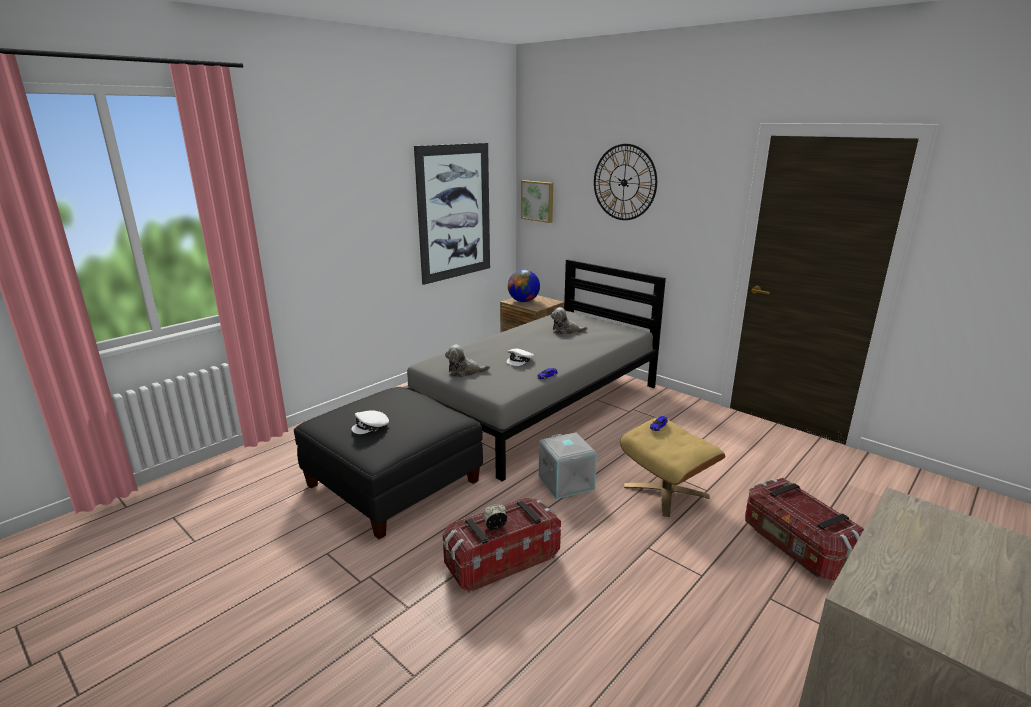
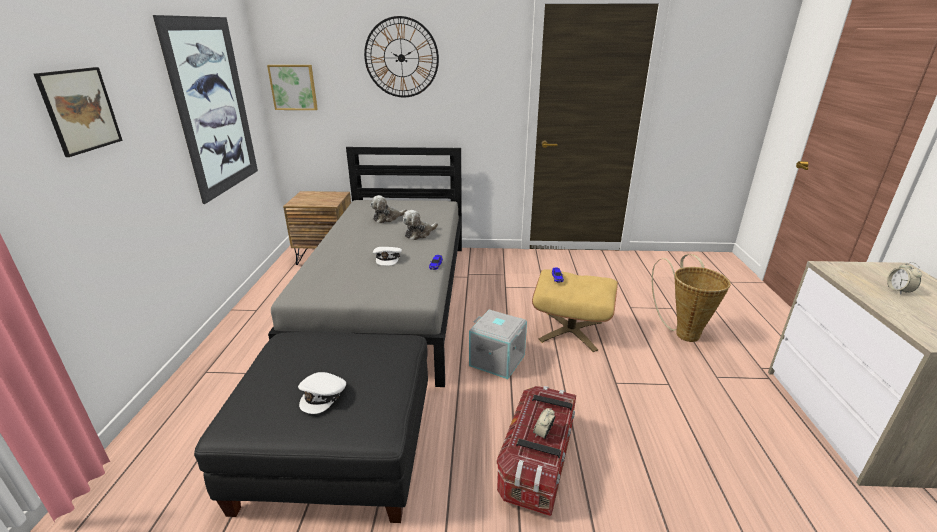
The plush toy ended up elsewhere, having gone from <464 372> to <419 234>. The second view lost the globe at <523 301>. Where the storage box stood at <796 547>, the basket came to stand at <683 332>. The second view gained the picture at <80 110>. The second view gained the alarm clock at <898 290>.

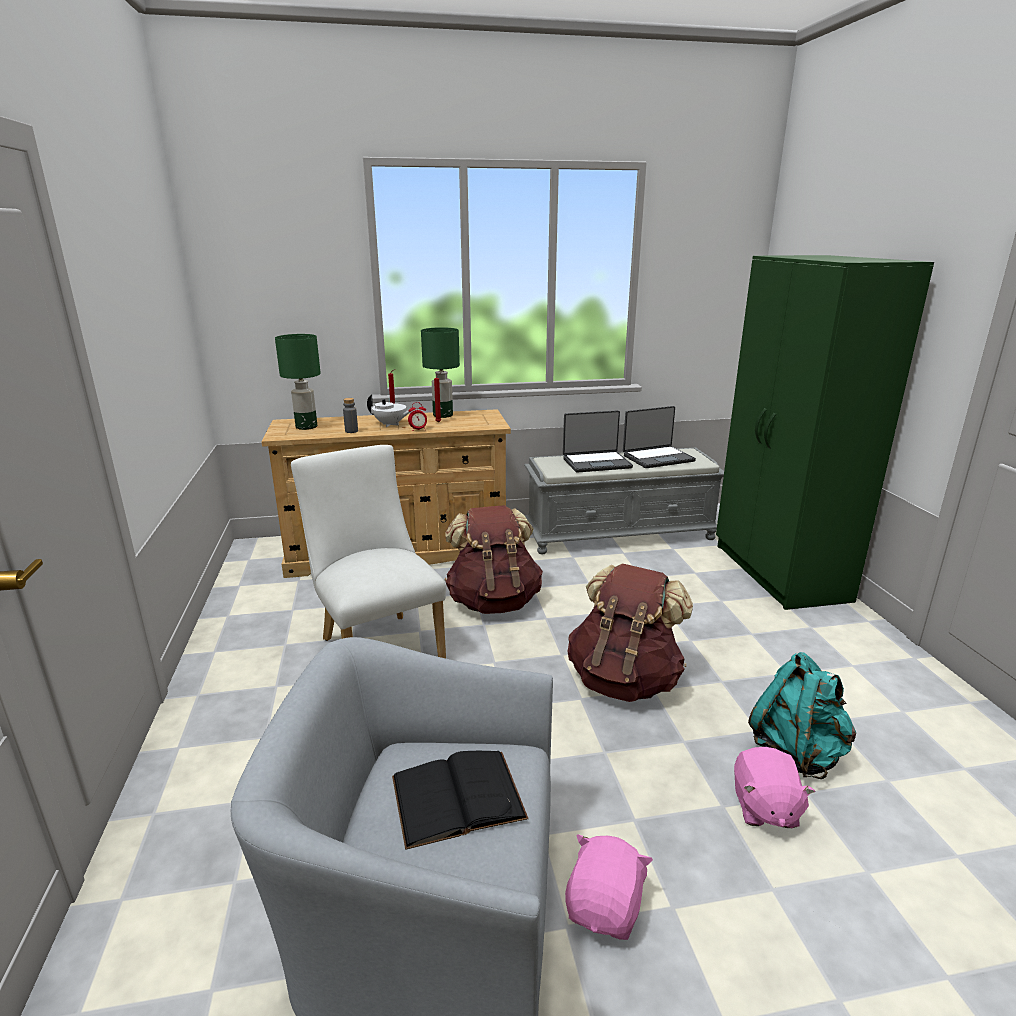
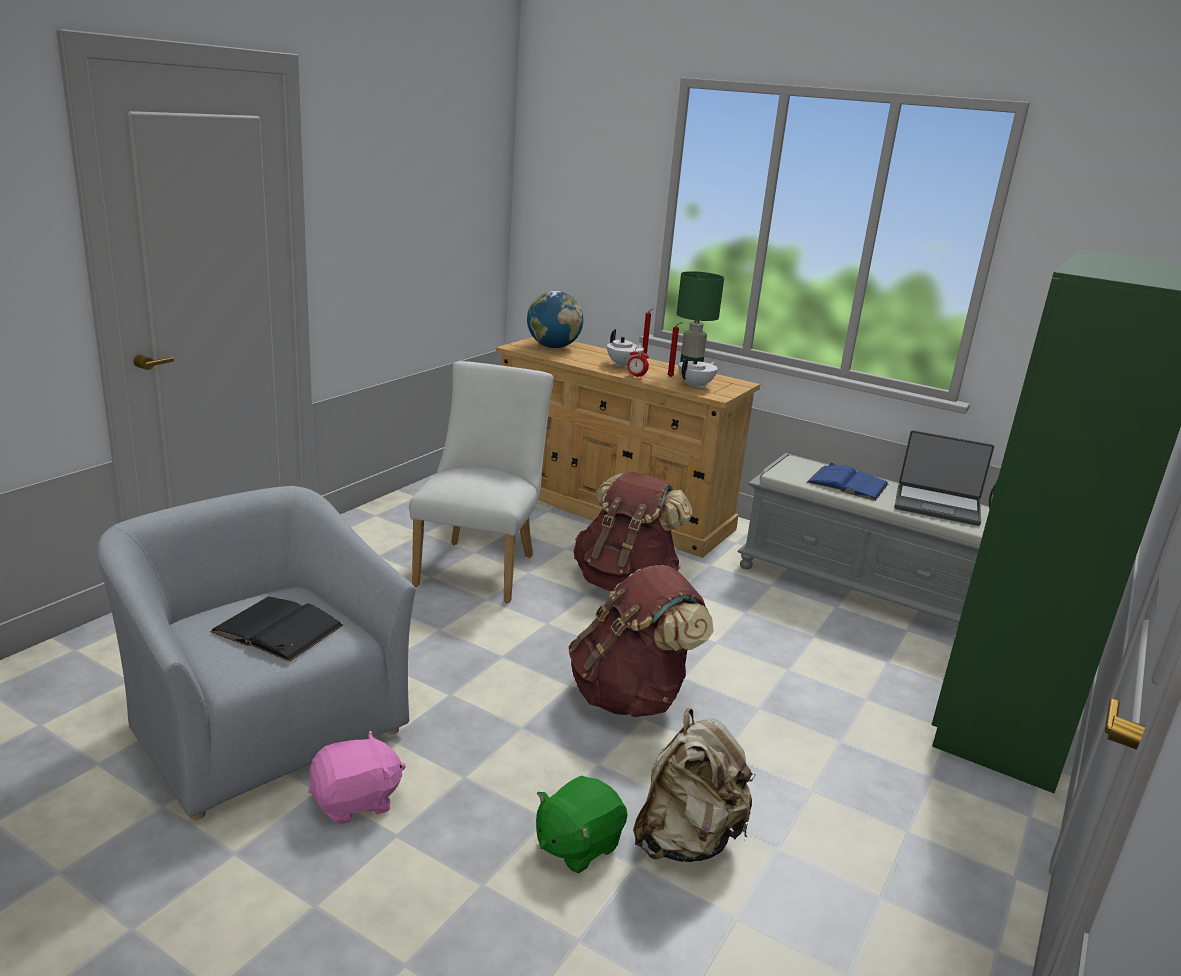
Where the table lamp/green stood at <307 427>, the globe came to stand at <553 347>. The second view lost the bottle/grey at <351 431>. Where the laptop stood at <596 463>, the book/blue came to stand at <847 483>. What was the plush toy/pink at <764 807> turned into the plush toy/green at <577 844>. What was the backpack/turquoise at <797 752> turned into the backpack/beige at <687 839>. The second view gained the teapot/white at <696 386>.

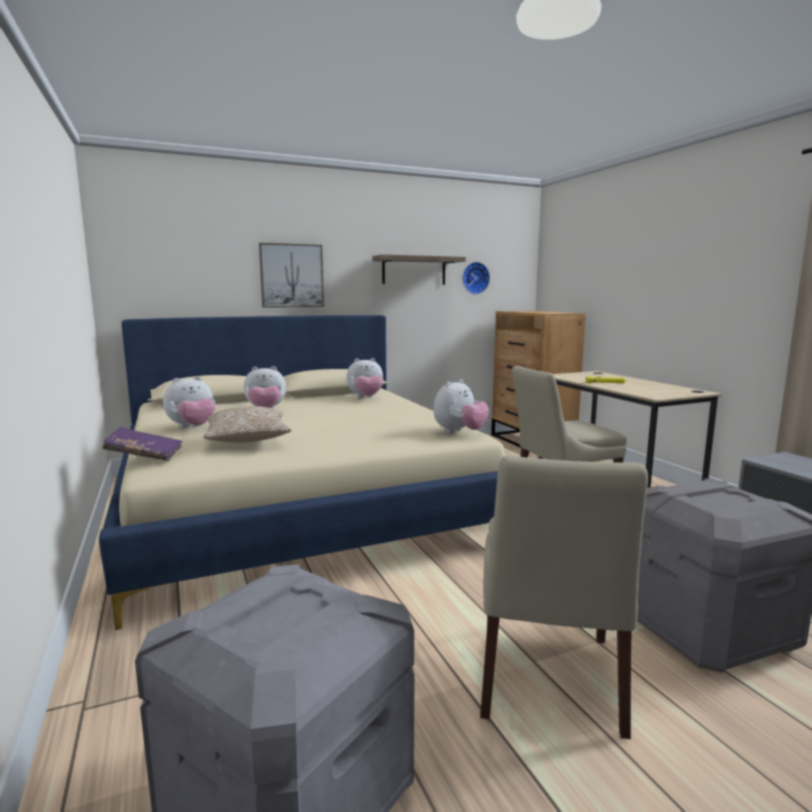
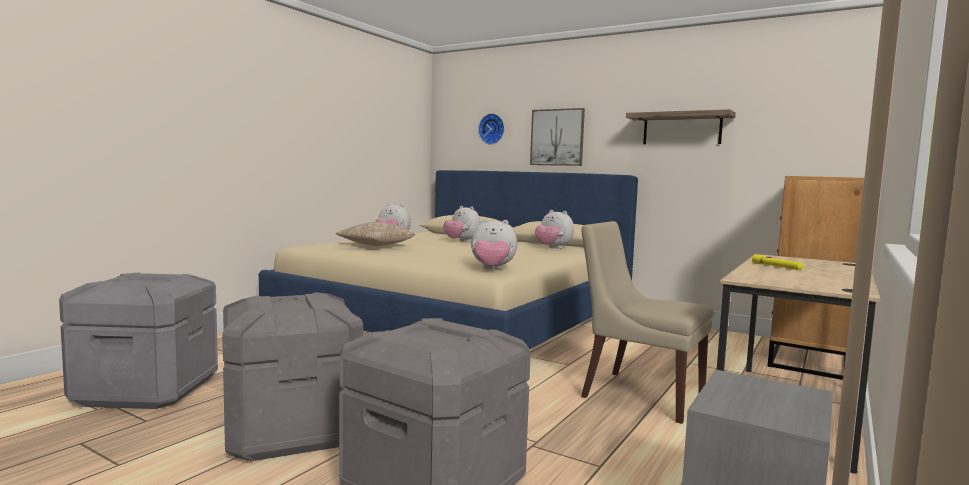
The second view lost the book/purple at <144 455>. The wall clock ended up elsewhere, having gone from <474 278> to <492 129>. Where the chair/beige stood at <548 680>, the storage box/grey came to stand at <291 430>.

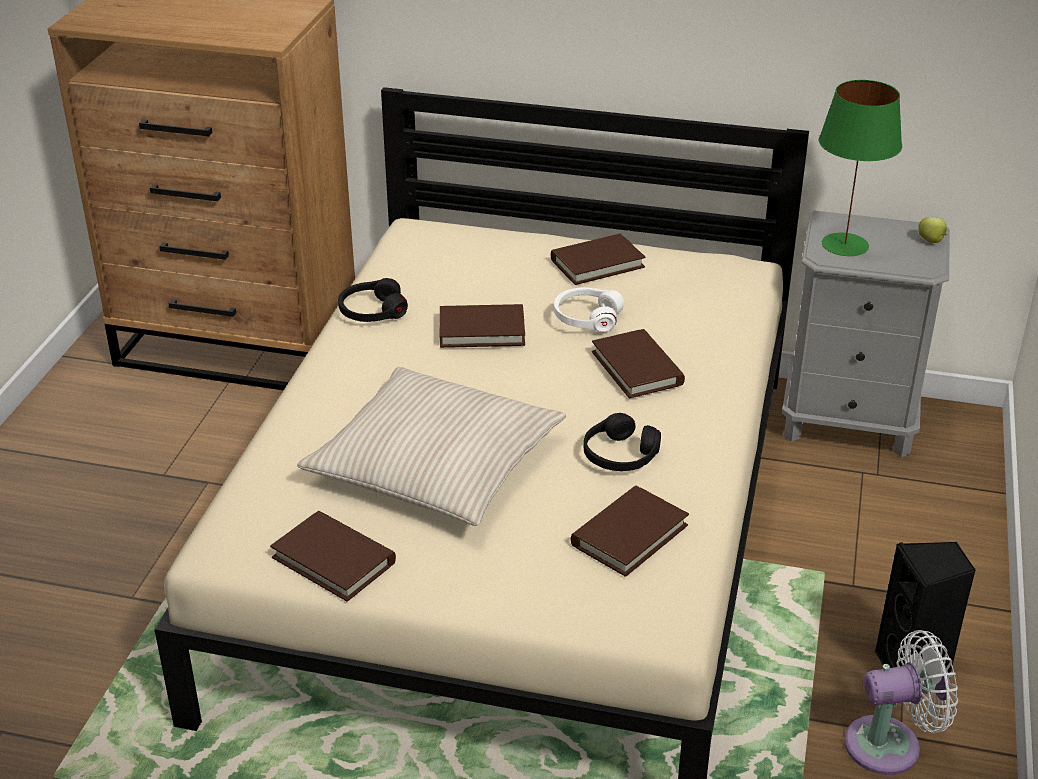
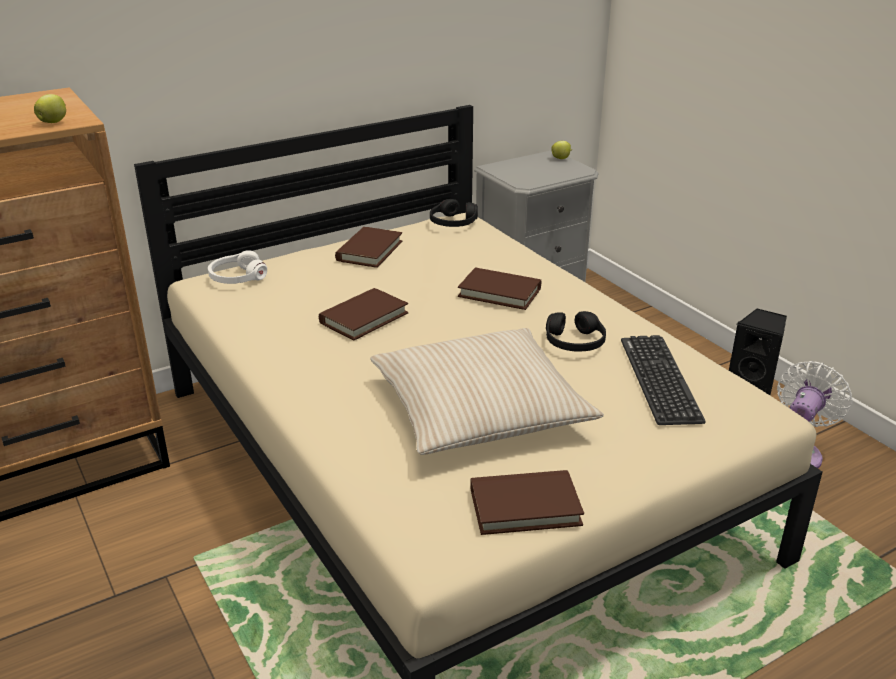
The headphones/black ended up elsewhere, having gone from <372 311> to <453 222>. The headphones/white ended up elsewhere, having gone from <587 318> to <237 277>. Where the book/brown stood at <629 535>, the keyboard came to stand at <660 380>. The second view lost the table lamp/green at <846 244>. The second view gained the apple at <54 122>.

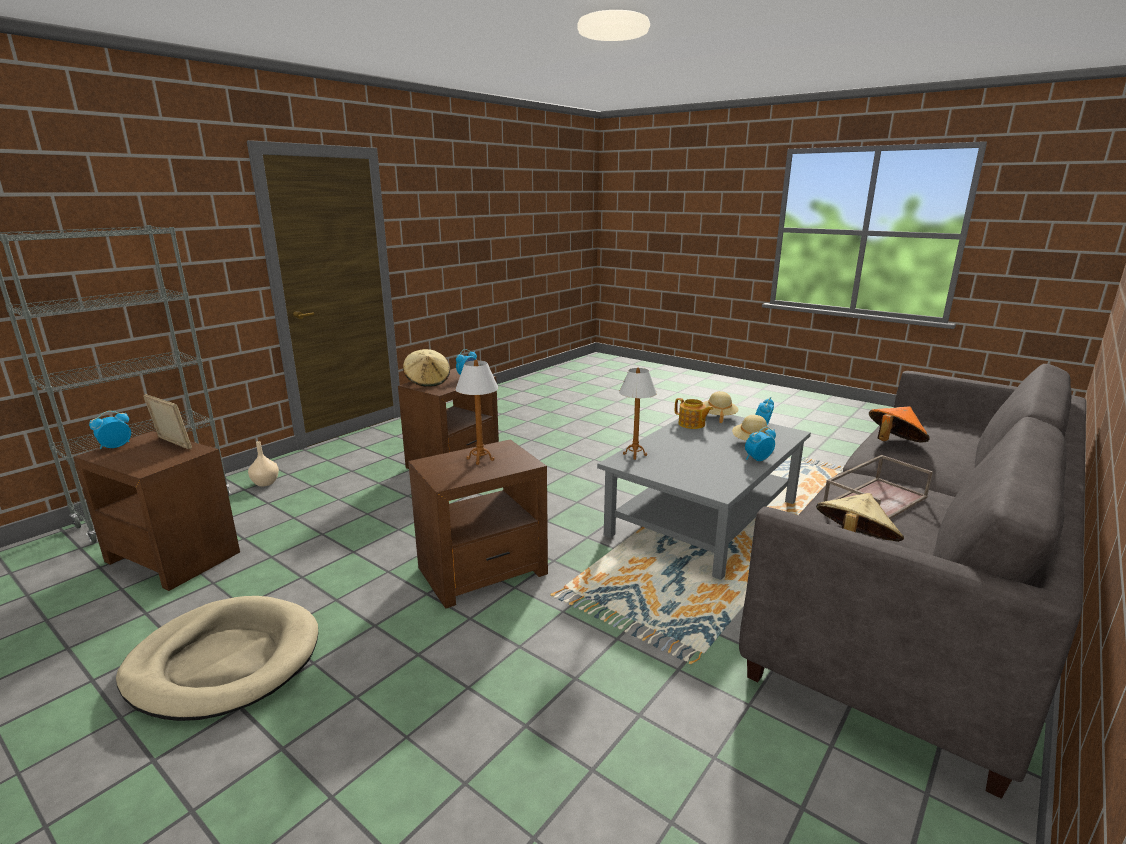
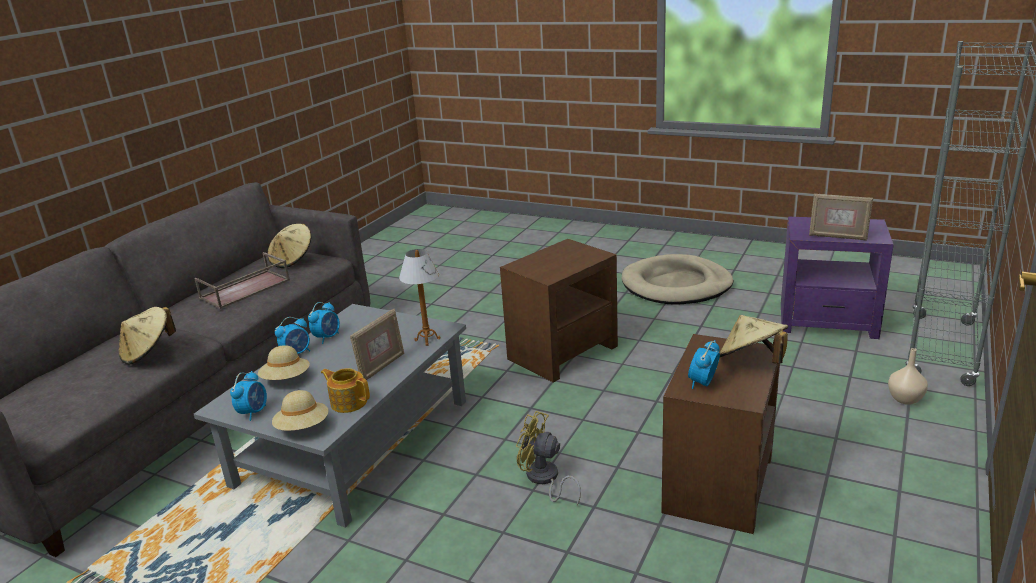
What was the side table/brown at <173 556> turned into the side table/purple at <828 321>. The alarm clock ended up elsewhere, having gone from <115 446> to <327 337>. The second view lost the table lamp at <480 459>. What was the hat/orange at <894 443> turned into the hat/beige at <148 352>. The second view gained the picture frame at <381 367>. The second view gained the fan/yellow at <544 479>.

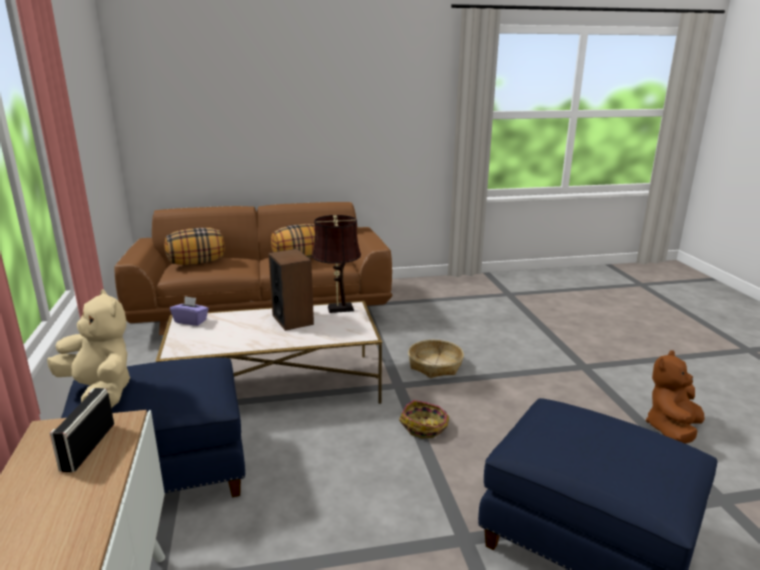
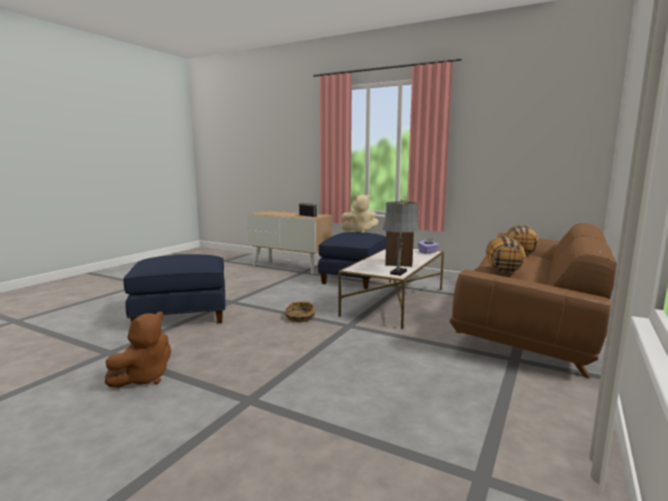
What was the table lamp/brown at <337 309> turned into the table lamp/grey at <399 272>. The second view lost the basket at <435 365>. The plush toy/brown at <672 430> ended up facing another way, 45 degrees clockwise from before.

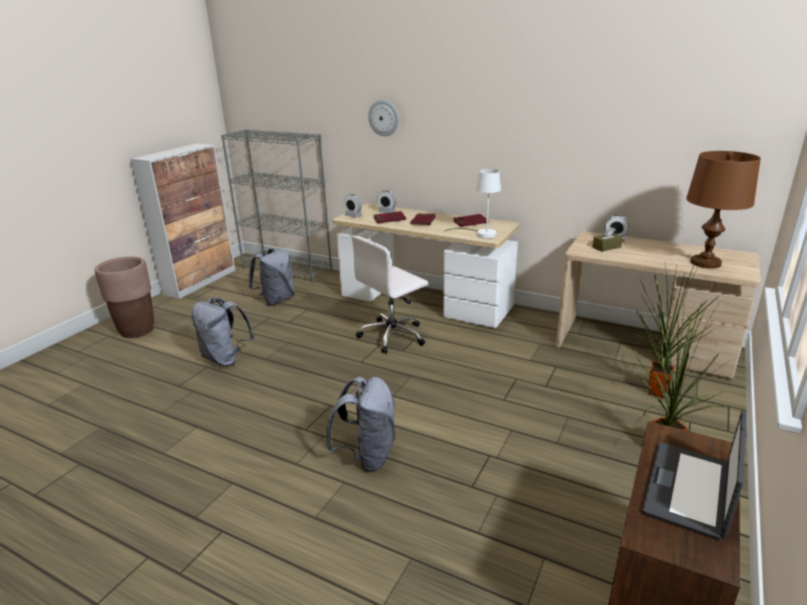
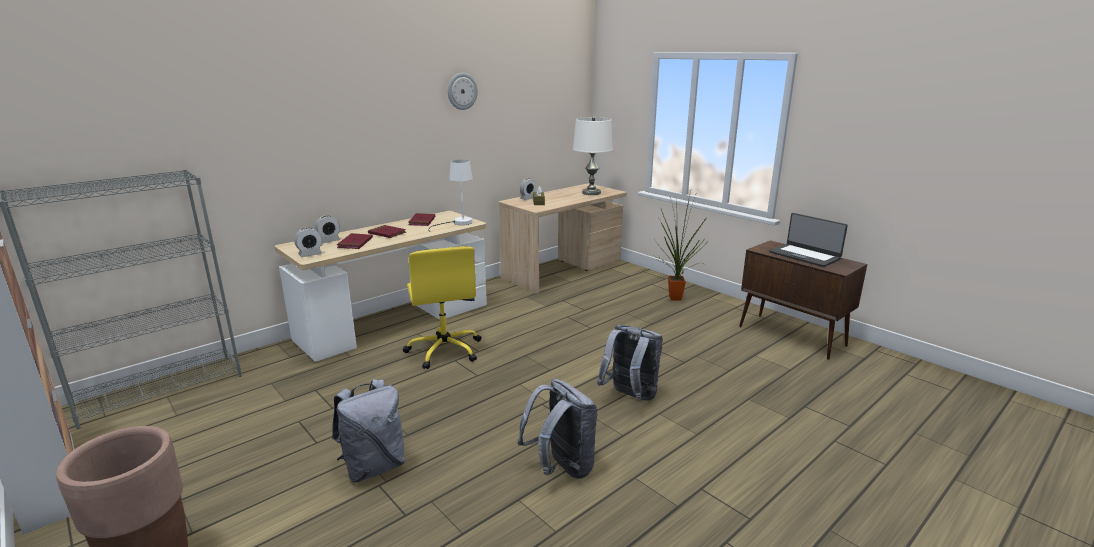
The backpack/grey ended up elsewhere, having gone from <276 300> to <561 468>. What was the office chair/white at <393 335> turned into the office chair/yellow at <445 350>. The wall clock ended up elsewhere, having gone from <384 118> to <462 91>. The second view lost the potted plant at <656 394>. What was the table lamp/brown at <705 263> turned into the table lamp/white at <591 193>.

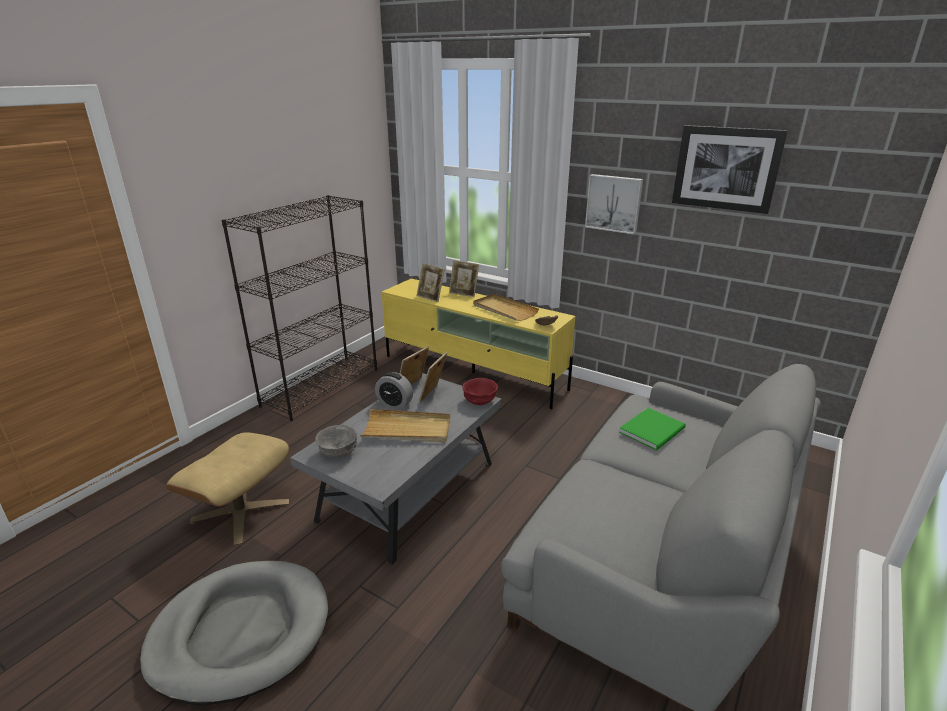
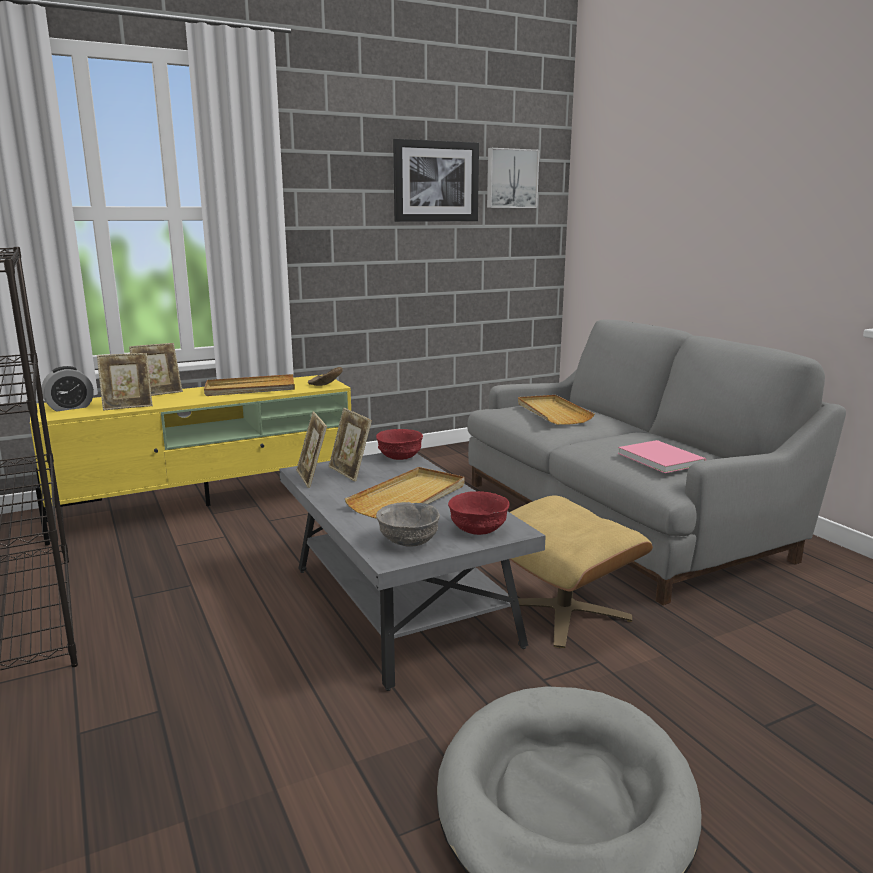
The ottoman/beige ended up elsewhere, having gone from <241 512> to <564 611>. The alarm clock ended up elsewhere, having gone from <394 403> to <70 407>. The picture ended up elsewhere, having gone from <614 203> to <511 178>. Where the book/green stood at <654 430>, the tray/beige came to stand at <552 412>. The second view gained the bowl/red at <479 529>. The second view gained the book/pink at <660 458>.

